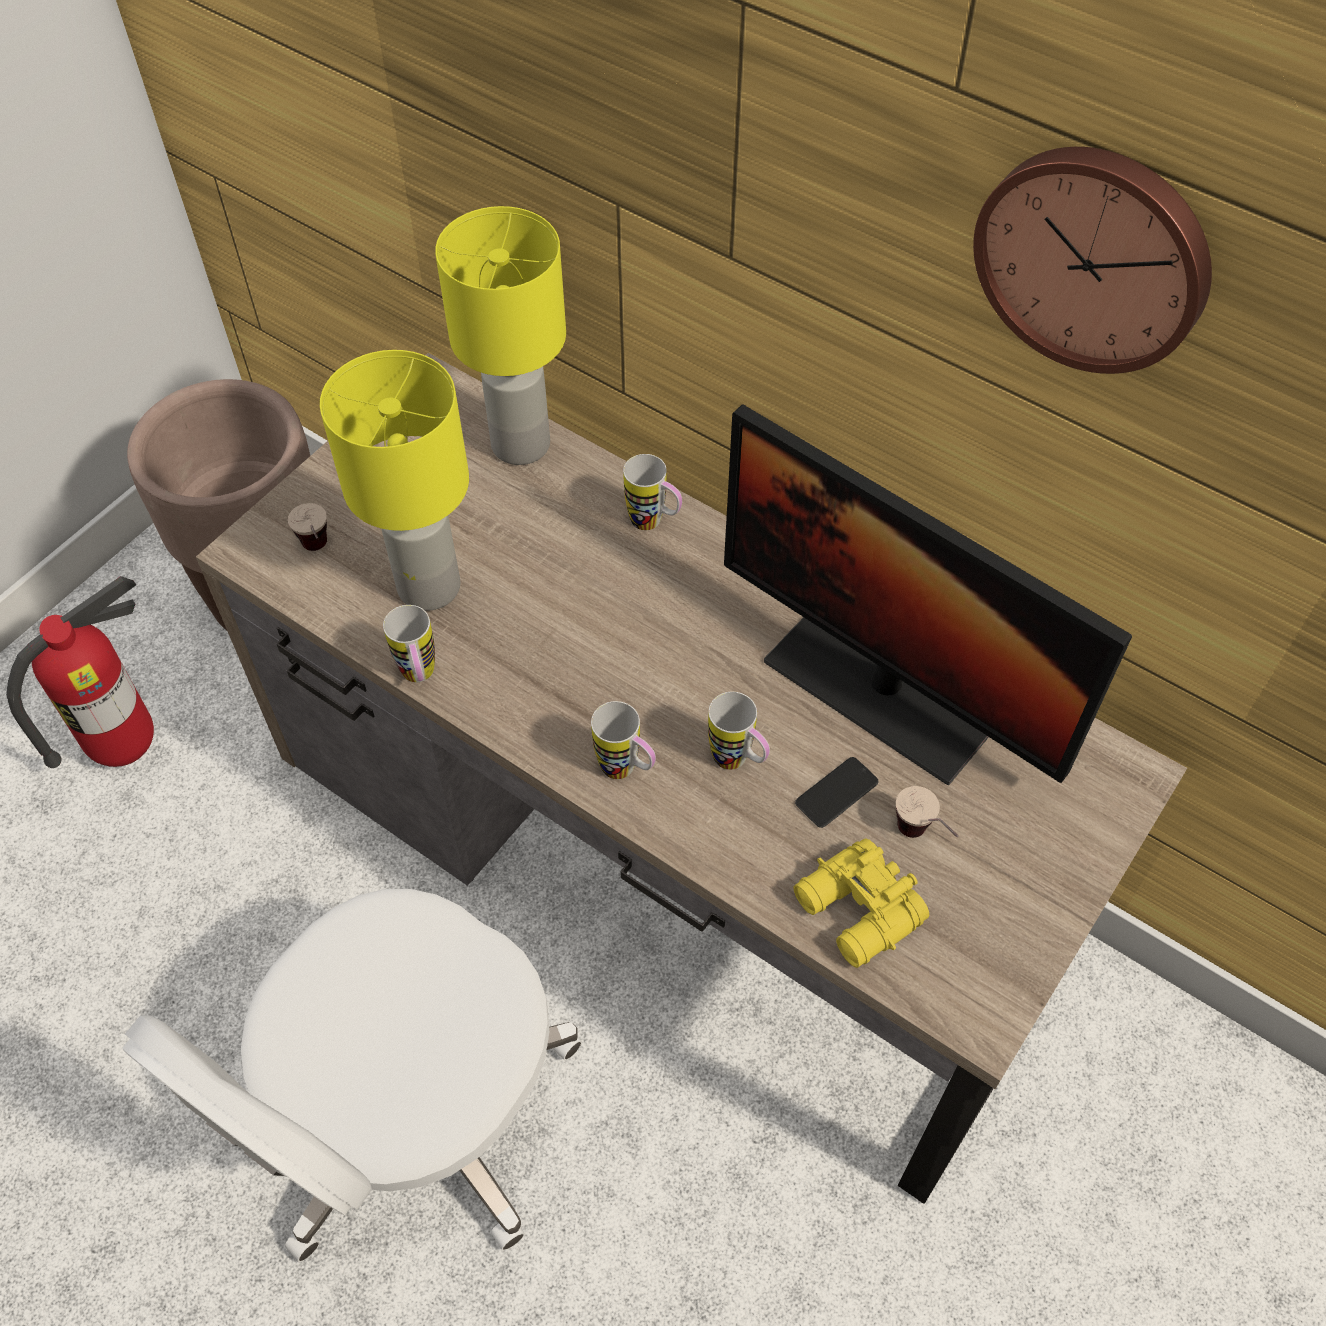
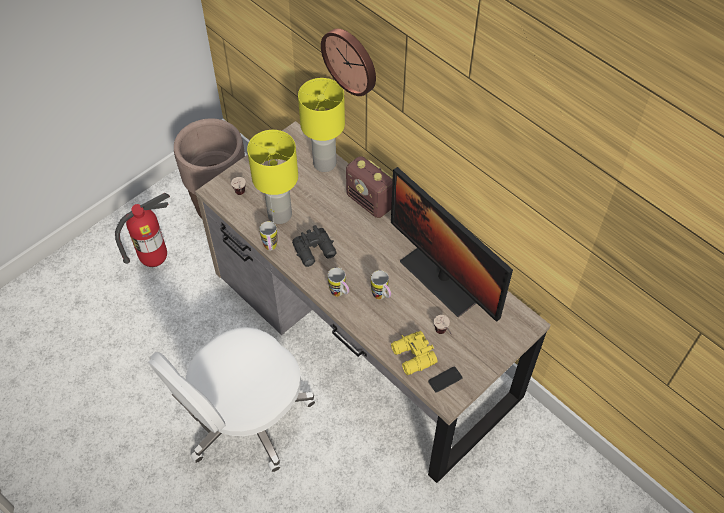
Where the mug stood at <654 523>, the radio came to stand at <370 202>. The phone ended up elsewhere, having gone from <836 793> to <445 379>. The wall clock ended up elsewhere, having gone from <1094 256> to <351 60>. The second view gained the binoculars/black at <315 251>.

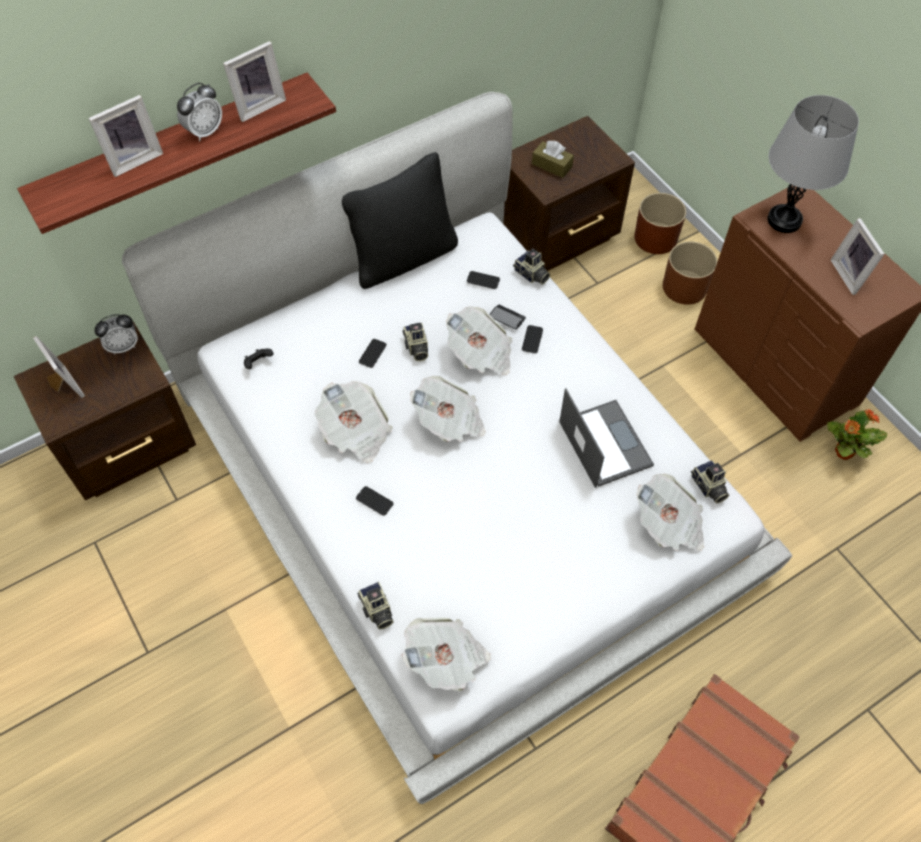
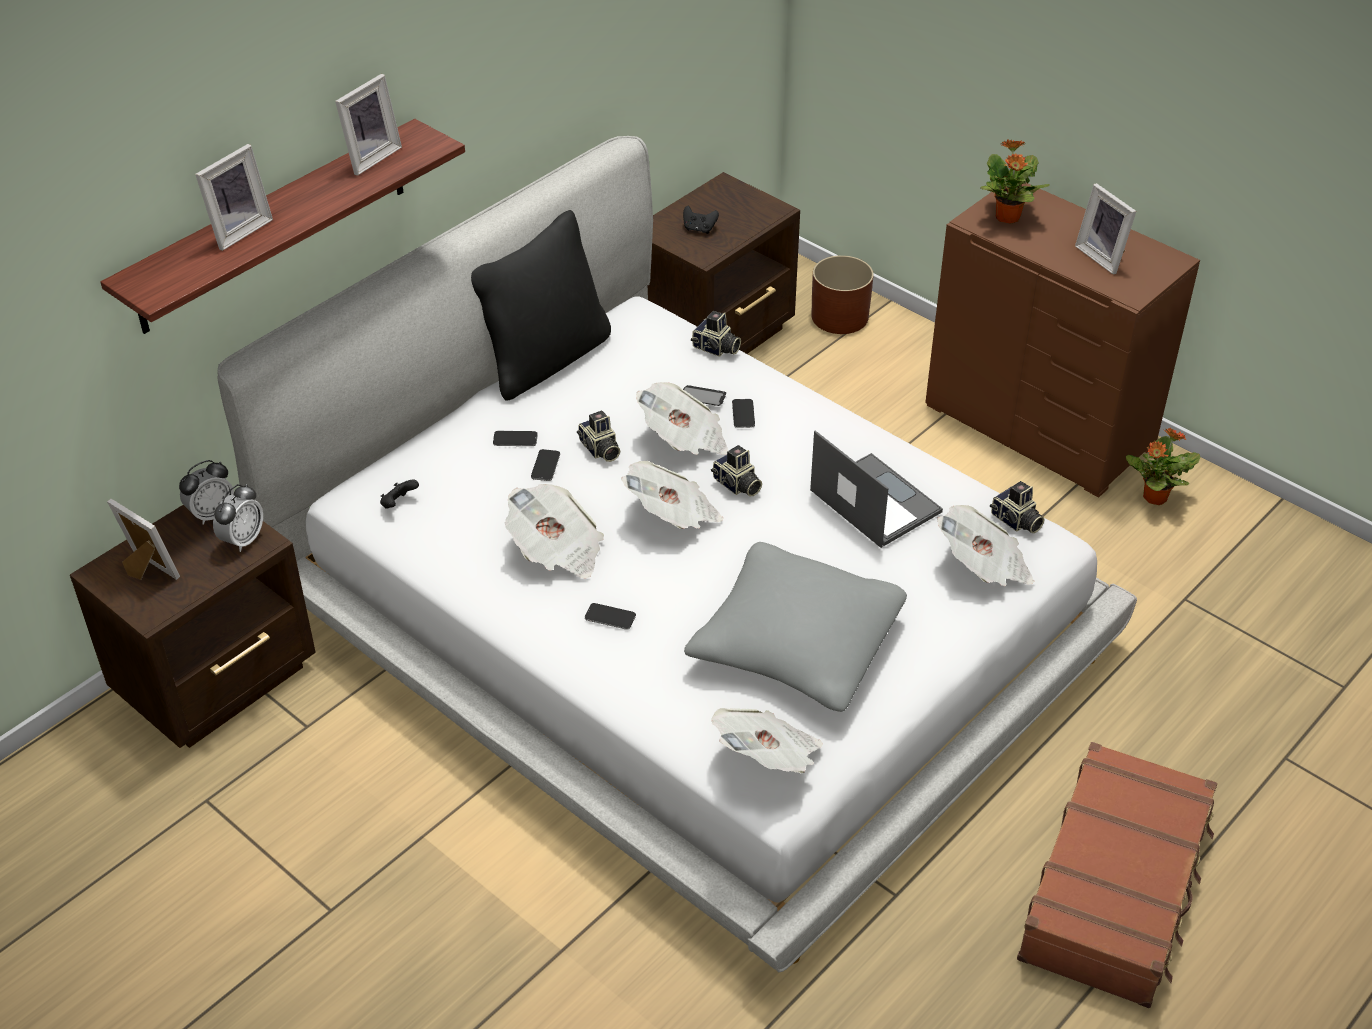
The alarm clock ended up elsewhere, having gone from <204 131> to <242 540>. The photo camera ended up elsewhere, having gone from <376 610> to <736 485>. The phone ended up elsewhere, having gone from <483 280> to <515 439>. Where the tissue box/brown stood at <552 165>, the game controller/black came to stand at <699 229>. The second view lost the planter/brown at <685 287>. Where the table lamp/grey stood at <784 220>, the potted plant came to stand at <1007 218>. The second view gained the pillow/grey at <796 644>.

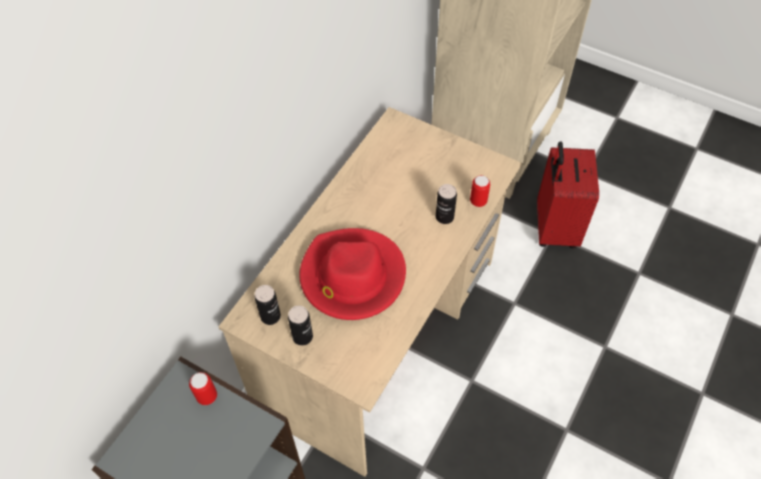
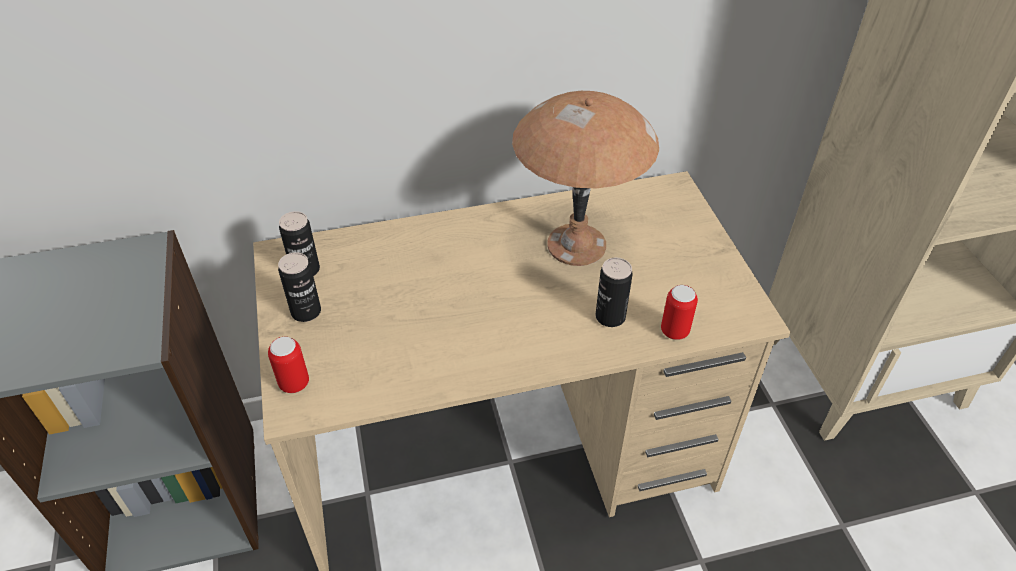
The can ended up elsewhere, having gone from <207 396> to <294 383>. The second view lost the hat/red at <352 276>. The second view lost the suitcase/red at <554 228>. The second view gained the table lamp/brown at <575 245>.

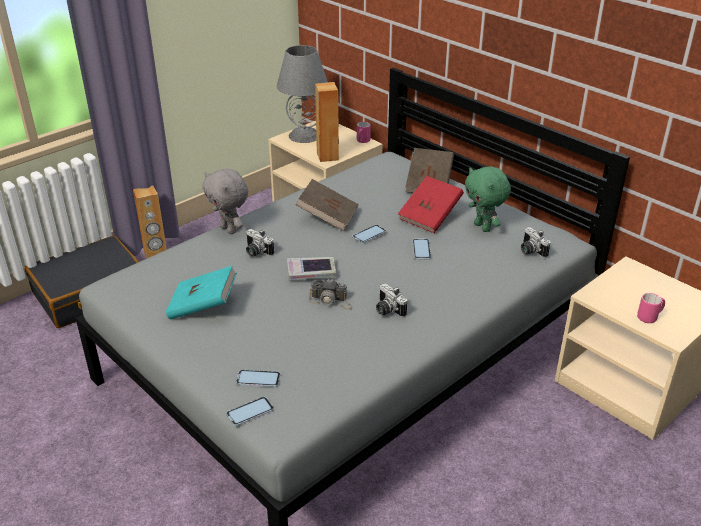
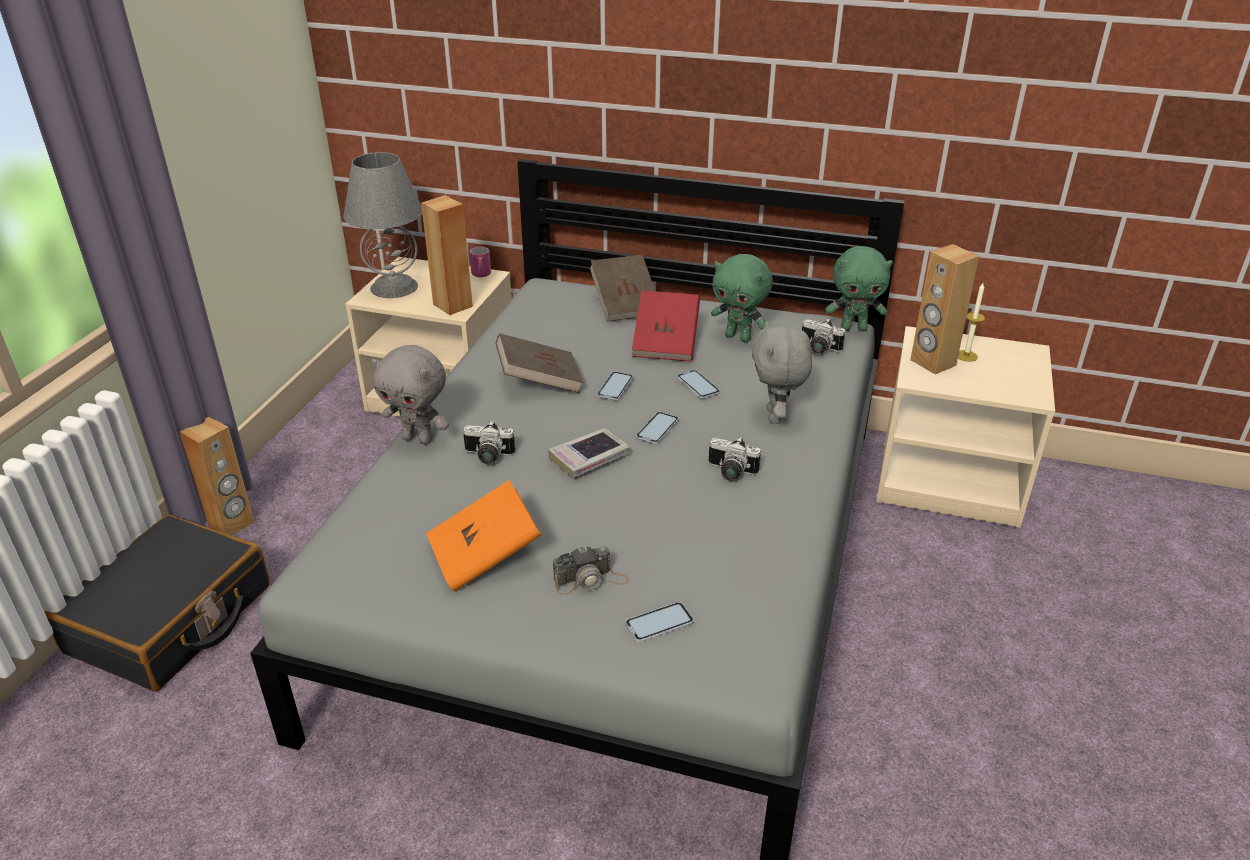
What was the book/turquoise at <203 306> turned into the book/orange at <485 556>. The phone ended up elsewhere, having gone from <250 412> to <657 428>. The photo camera ended up elsewhere, having gone from <331 301> to <590 580>. The second view lost the mug/pink at <649 317>. The second view gained the plush toy/grey at <776 416>. The second view gained the plush toy/green at <854 328>. The second view gained the speaker/brown at <932 363>. The second view gained the candle at <966 356>.

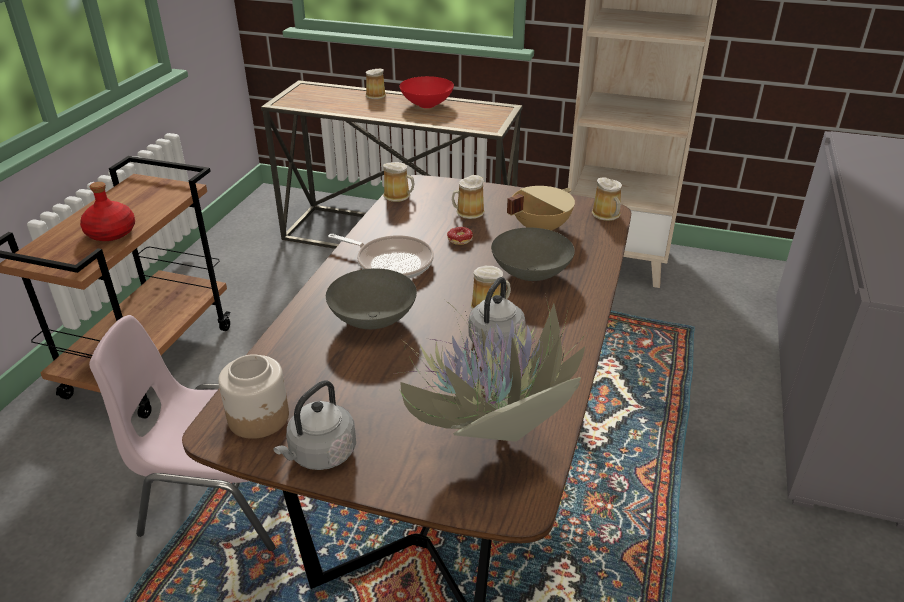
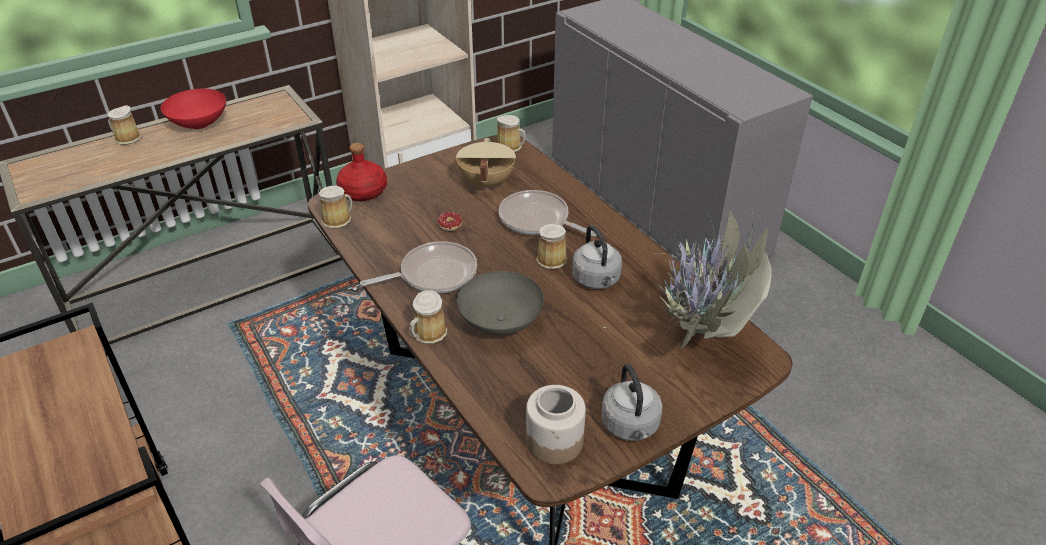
The bottle/red ended up elsewhere, having gone from <111 232> to <363 191>. The mug ended up elsewhere, having gone from <468 212> to <428 334>. Where the bowl/grey stood at <529 274>, the frying pan came to stand at <537 220>.

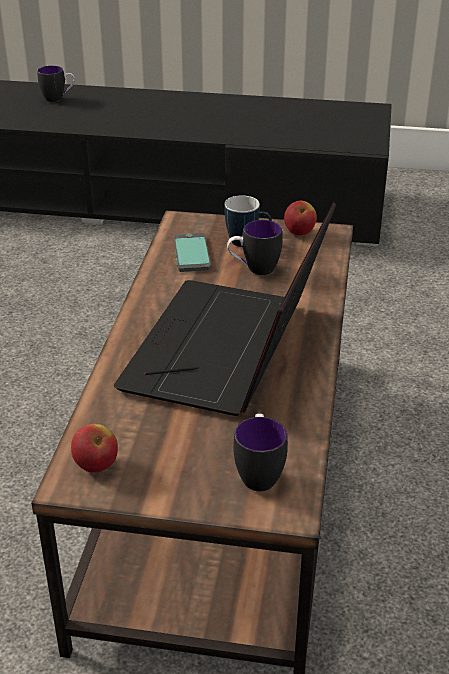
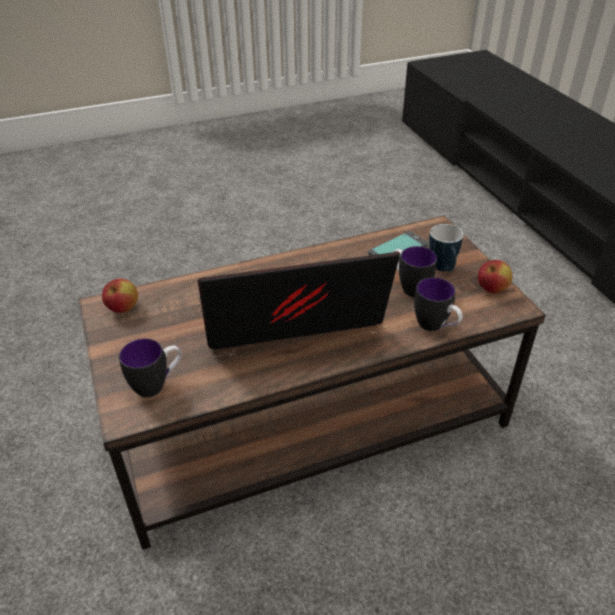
The mug ended up elsewhere, having gone from <58 99> to <436 327>.

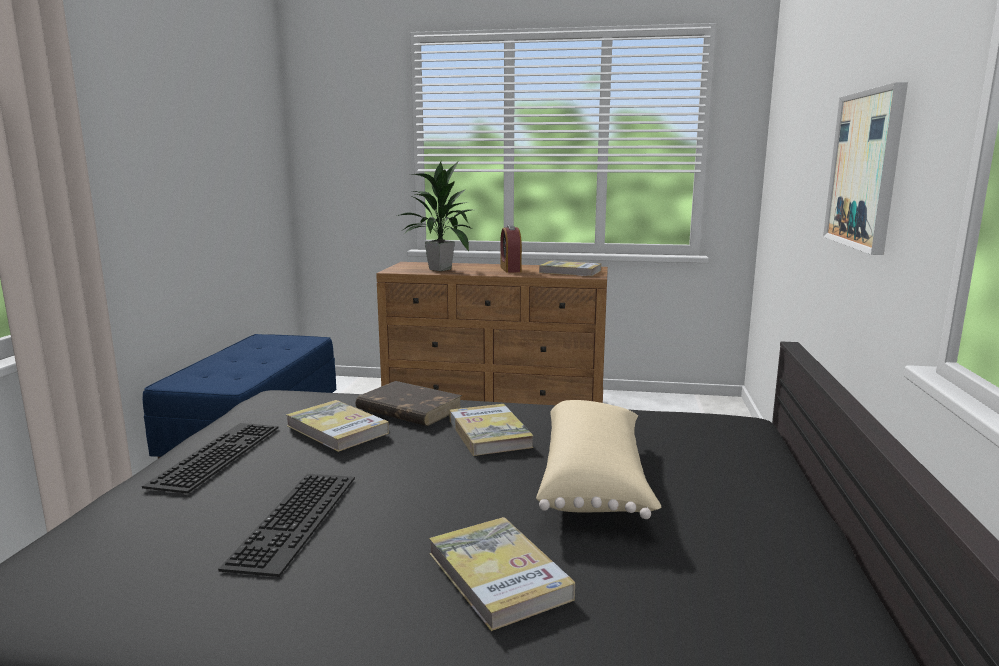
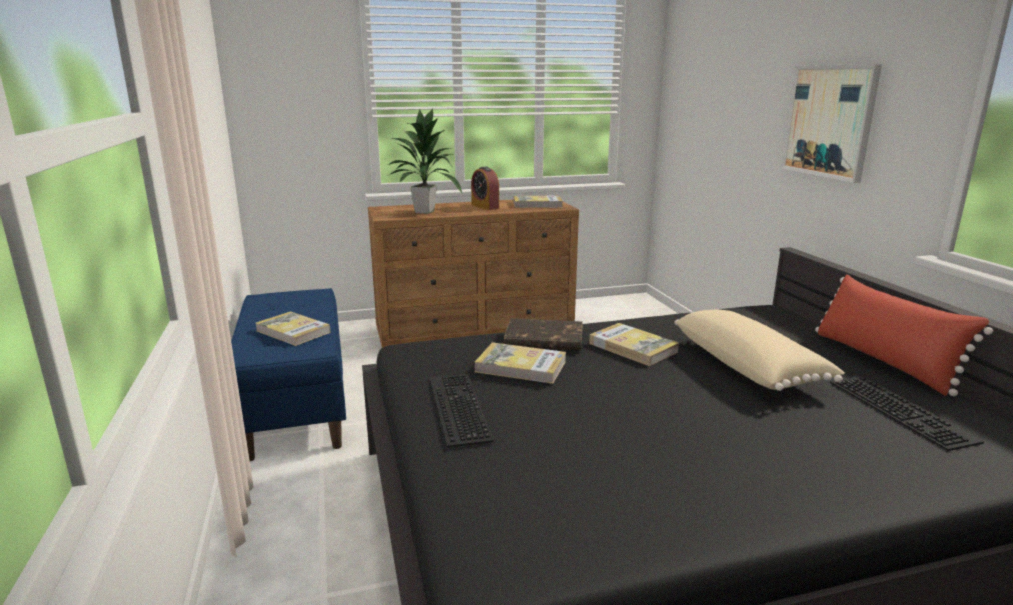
The keyboard ended up elsewhere, having gone from <297 520> to <903 410>. The book ended up elsewhere, having gone from <498 576> to <293 331>. The second view gained the pillow/red at <883 361>.

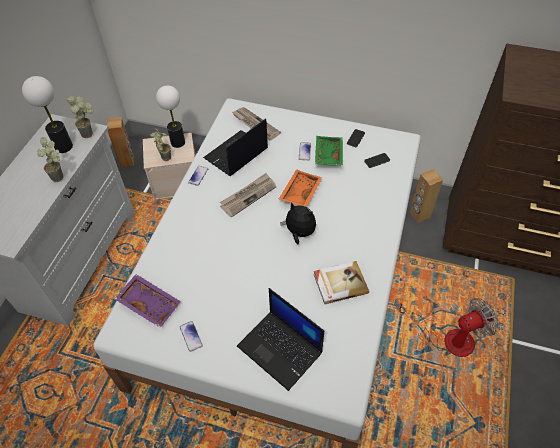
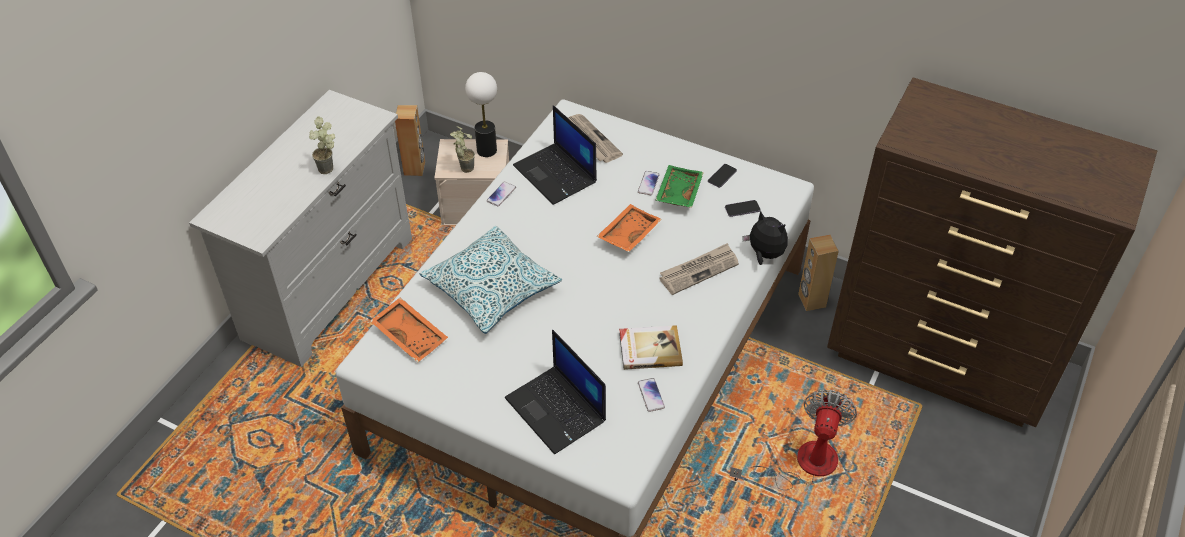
The second view lost the table lamp at <63 147>. The second view lost the potted plant at <90 133>. What was the tray/purple at <150 303> turned into the tray/orange at <411 335>. The phone ended up elsewhere, having gone from <191 336> to <651 395>. The laptop at <236 154> ended up facing another way, 90 degrees counterclockwise from before. The newspaper ended up elsewhere, having gone from <248 196> to <699 270>. The plush toy ended up elsewhere, having gone from <299 233> to <764 255>. The fan at <447 338> ended up facing another way, 60 degrees counterclockwise from before. The second view gained the pillow at <491 288>.

